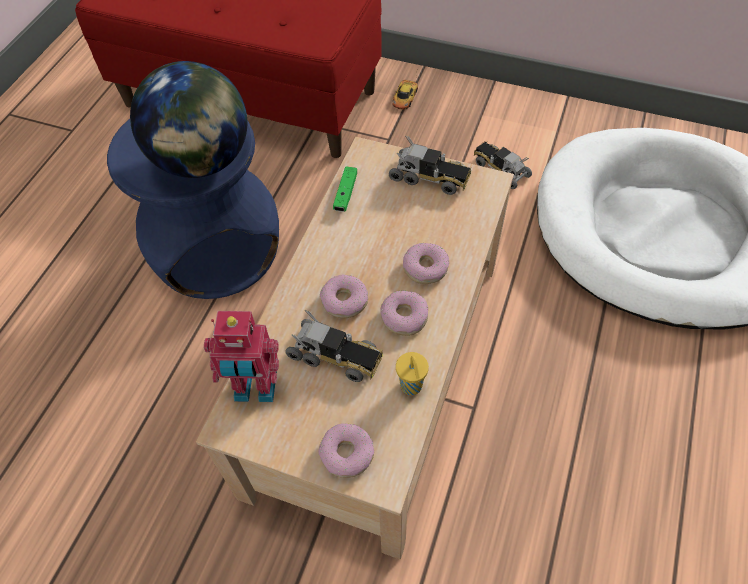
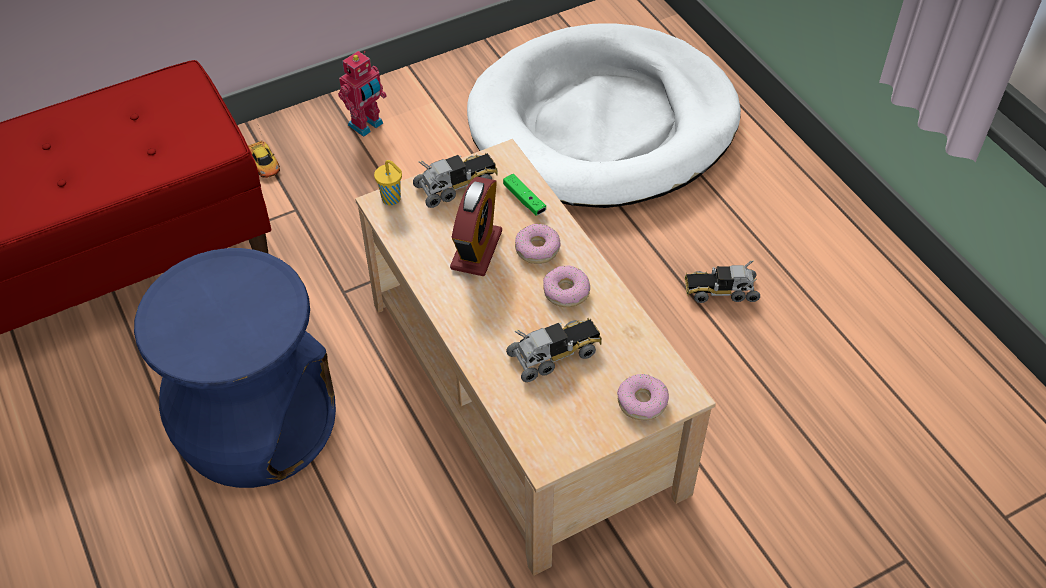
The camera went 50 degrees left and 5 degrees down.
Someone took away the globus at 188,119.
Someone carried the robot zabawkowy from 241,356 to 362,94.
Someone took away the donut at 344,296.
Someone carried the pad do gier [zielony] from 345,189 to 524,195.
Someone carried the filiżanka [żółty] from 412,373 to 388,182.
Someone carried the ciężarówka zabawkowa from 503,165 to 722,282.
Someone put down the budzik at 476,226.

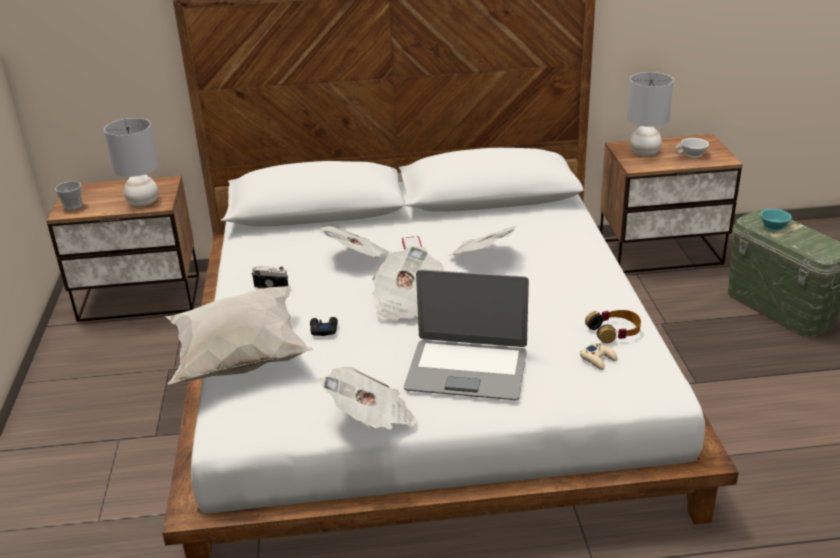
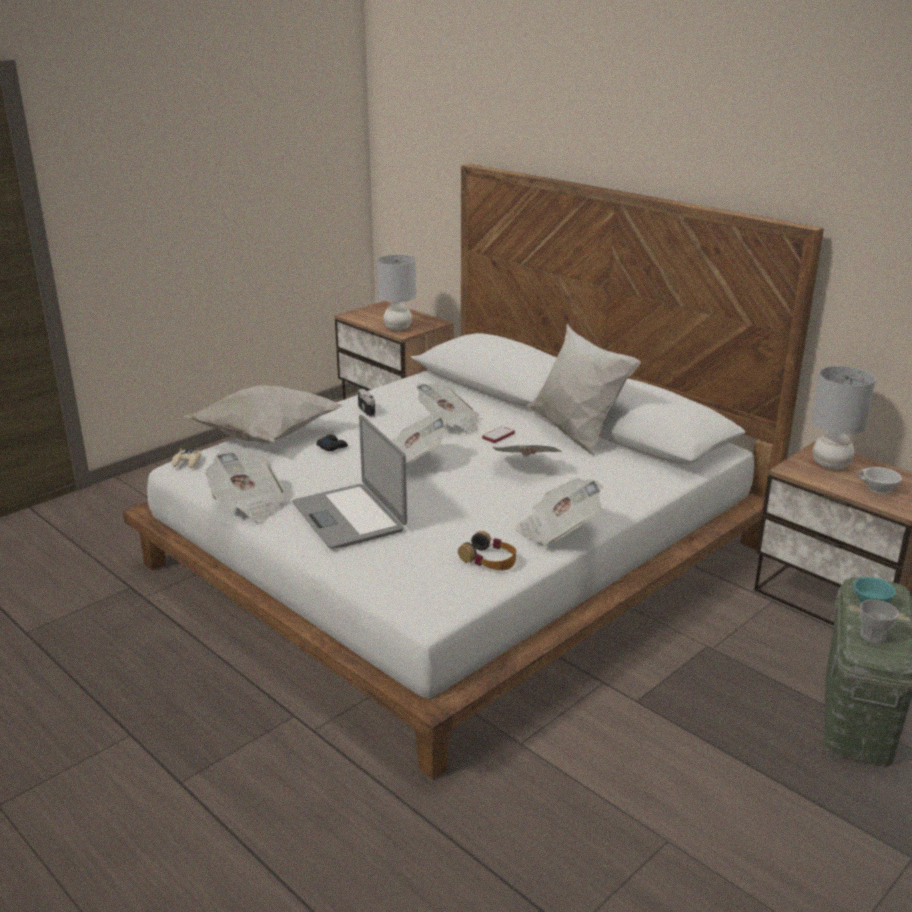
The camera went 50 degrees right and 5 degrees down.
Someone carried the filiżanka from 68,196 to 879,621.
Someone carried the pad do gier [beżowy] from 599,356 to 187,458.
Someone put down the gazeta at 559,511.
Someone put down the poduszka [biały] at 584,390.

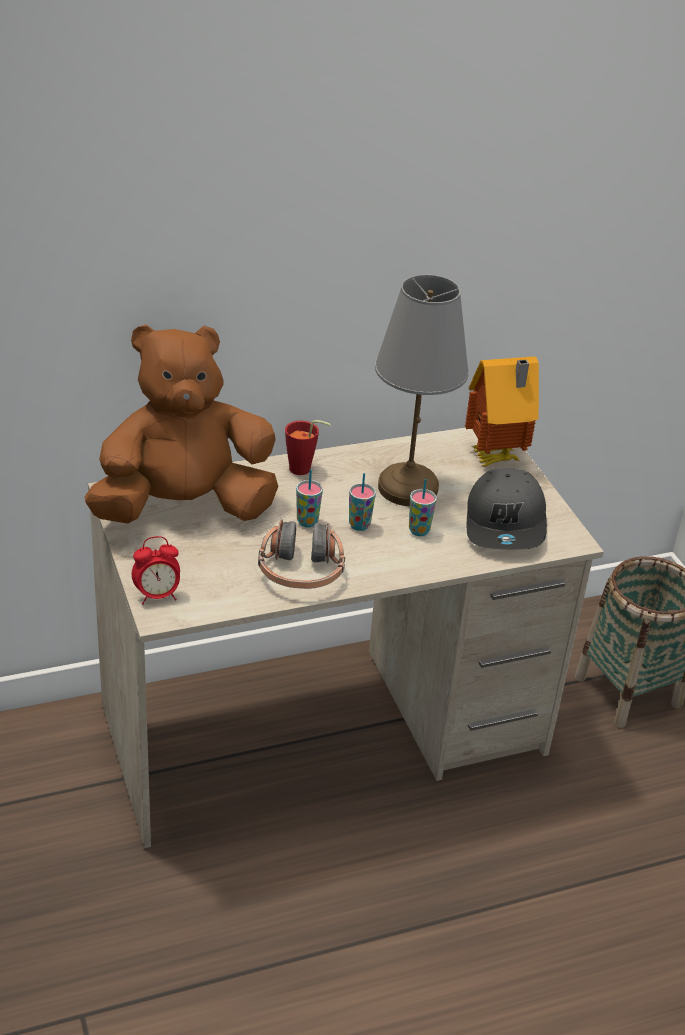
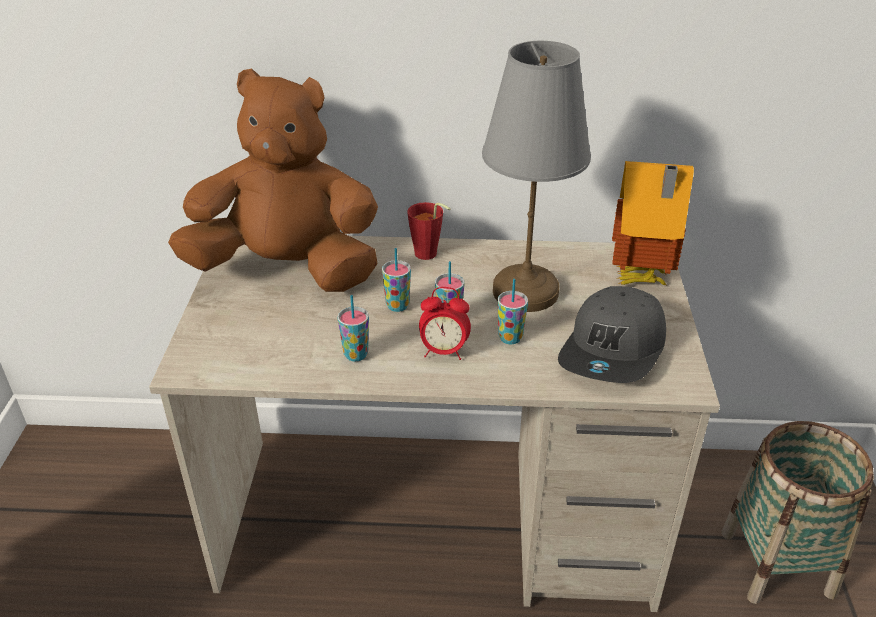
The camera went 25 degrees right and 0 degrees up.
Someone carried the budzik from 156,570 to 445,323.
Someone swapped the słuchawki at 301,554 for the filiżanka at 353,328.

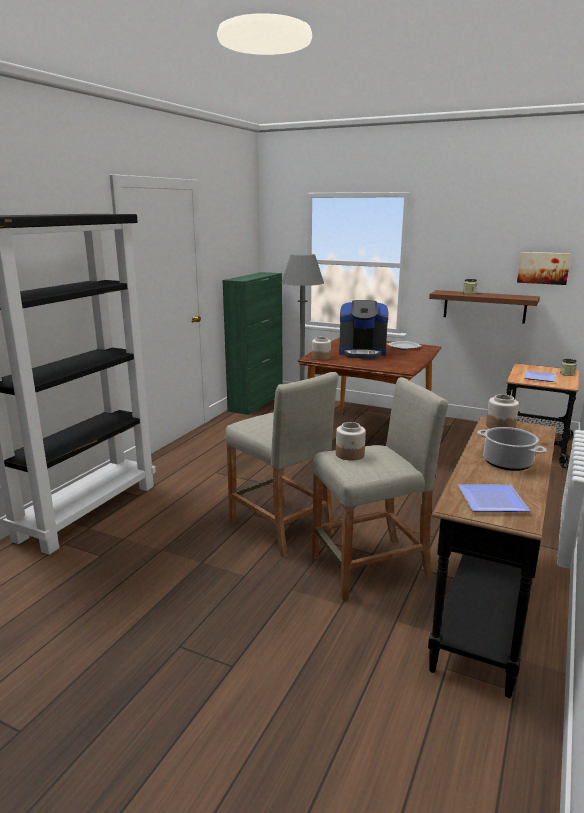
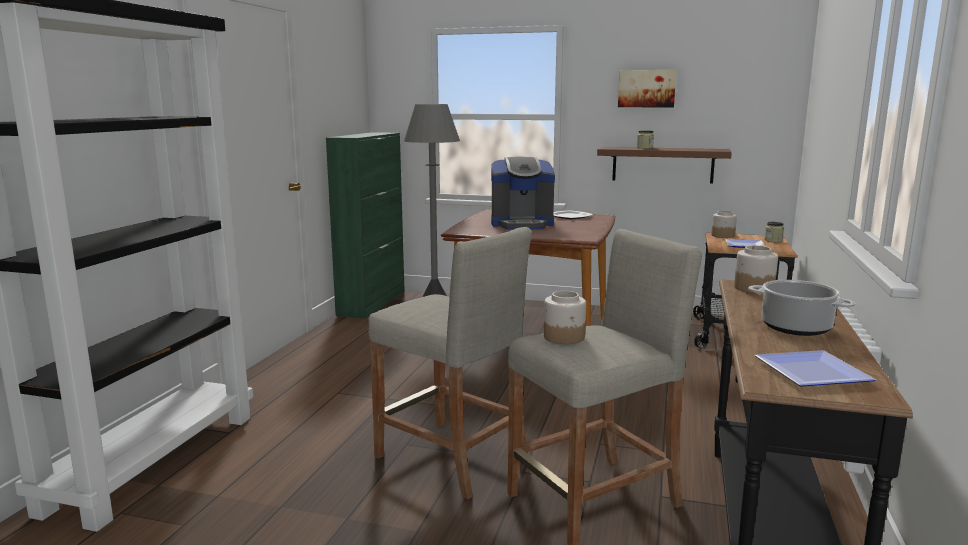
The camera went 10 degrees left and 5 degrees down.
Someone carried the słoik from 321,349 to 724,224.
Someone carried the obraz from 544,268 to 647,88.

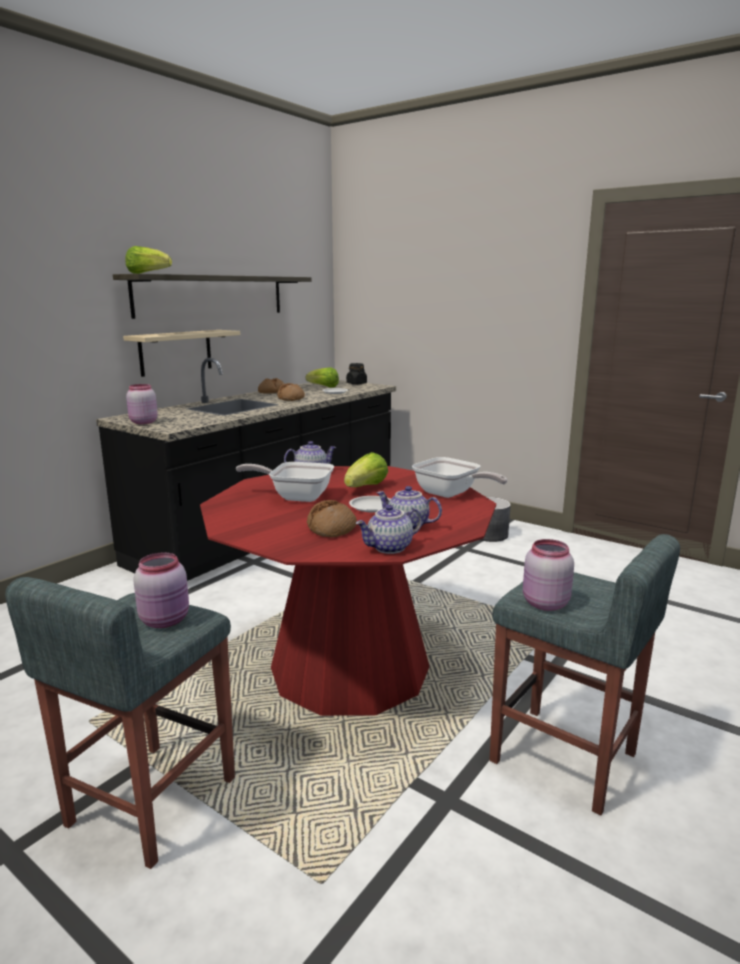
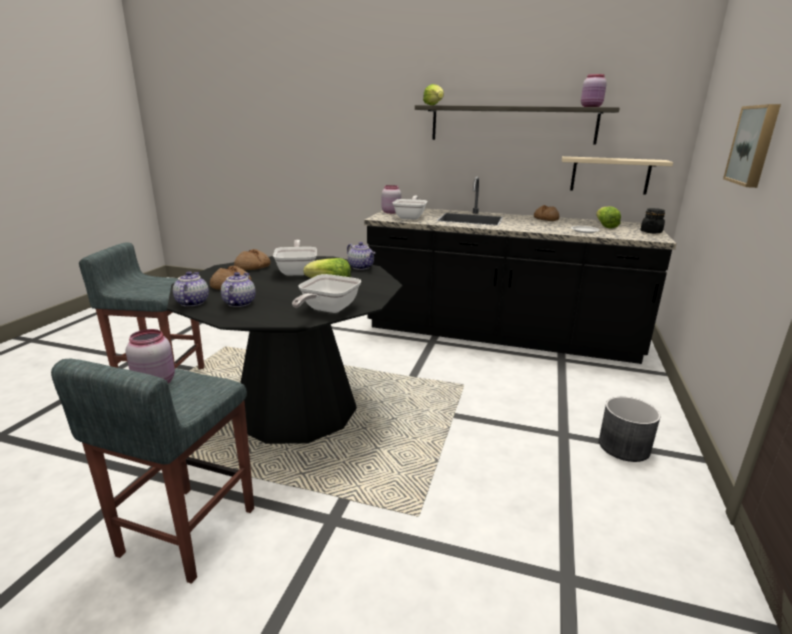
The camera went 70 degrees right and 5 degrees up.
Someone carried the półka [beżowy] from 181,353 to 617,175.
Someone carried the słoik [różowy] from 161,590 to 594,90.
Someone repainted the stół jadalny [czerwony] at 348,591, which became the stół jadalny [czarny] at 285,350.
Someone carried the chleb from 291,392 to 252,259.
Someone took away the talerz [biały] at 369,504.
Someone rotated the imbryk at 389,529 by 45 degrees clockwise.
Someone put down the patelnia at 410,208.
Someone put up the obraz at 752,146.

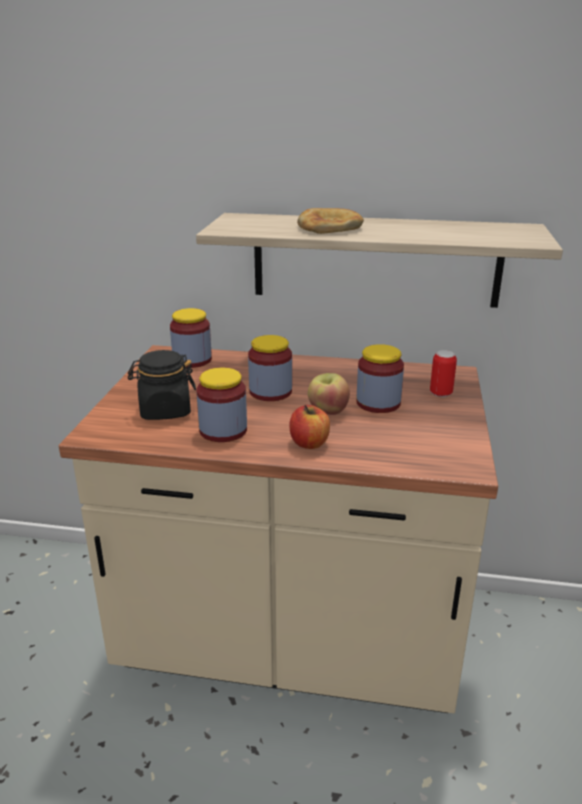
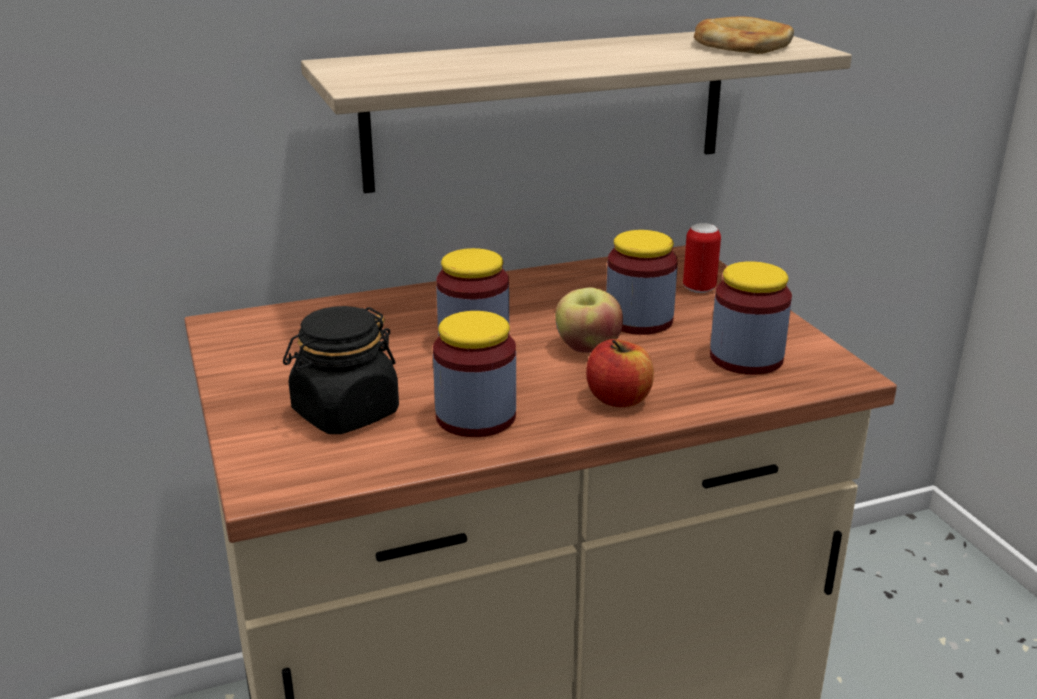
The camera went 30 degrees left and 0 degrees up.
Someone carried the słoik from 191,338 to 751,318.
Someone carried the chleb from 330,221 to 744,35.

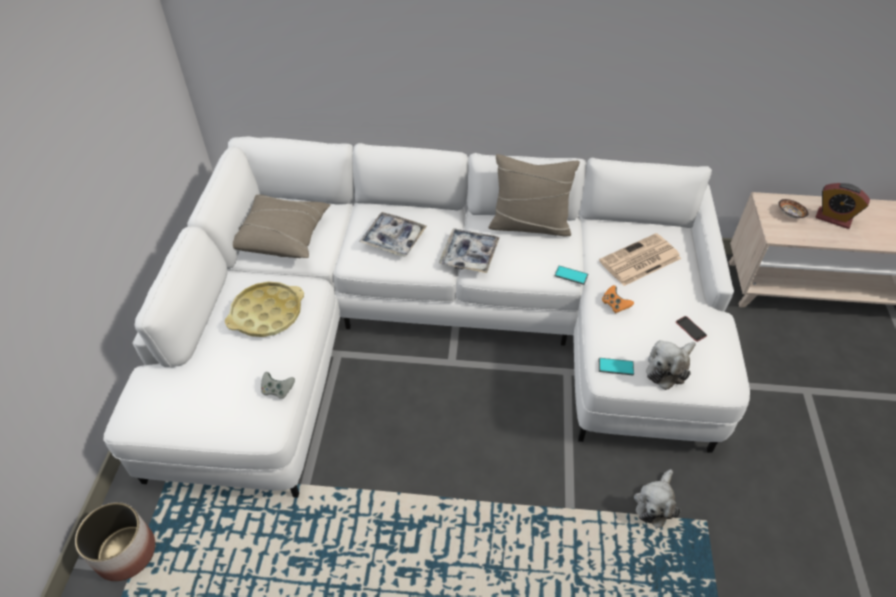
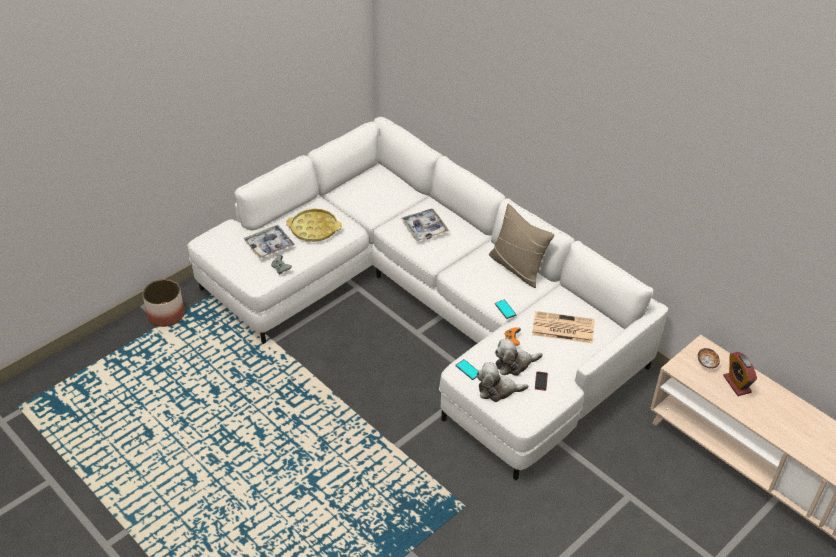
The camera went 40 degrees right and 5 degrees down.
Someone took away the poduszka [beżowy] at 281,226.
Someone carried the taca from 469,250 to 269,242.
Someone carried the pluszak from 657,498 to 519,357.

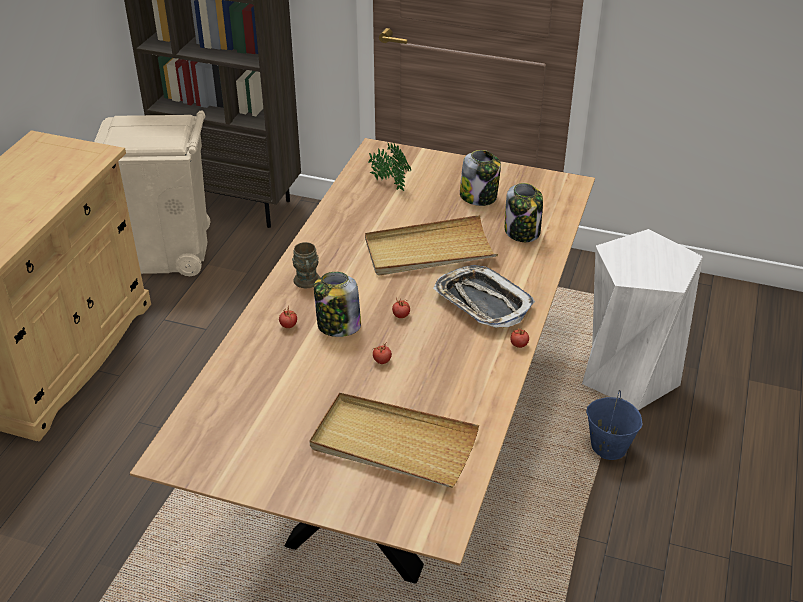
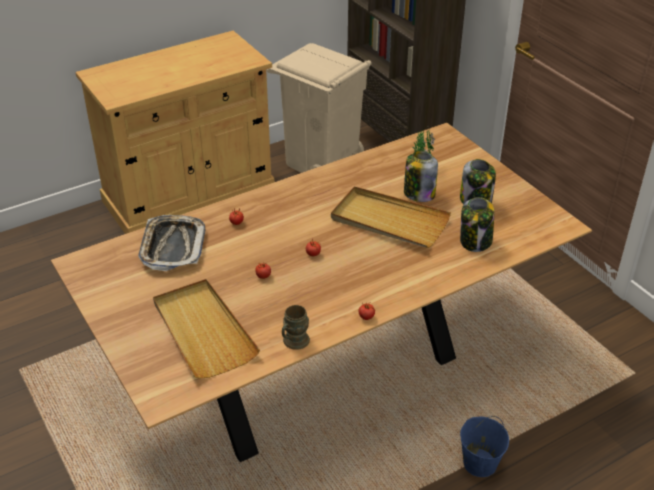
The camera went 40 degrees right and 0 degrees up.
Someone carried the kubek [brązowy] from 306,265 to 296,327.
Someone carried the słoik from 337,304 to 421,176.
Someone carried the taca from 484,296 to 171,243.
Someone took away the stołek [biały] at 642,319.

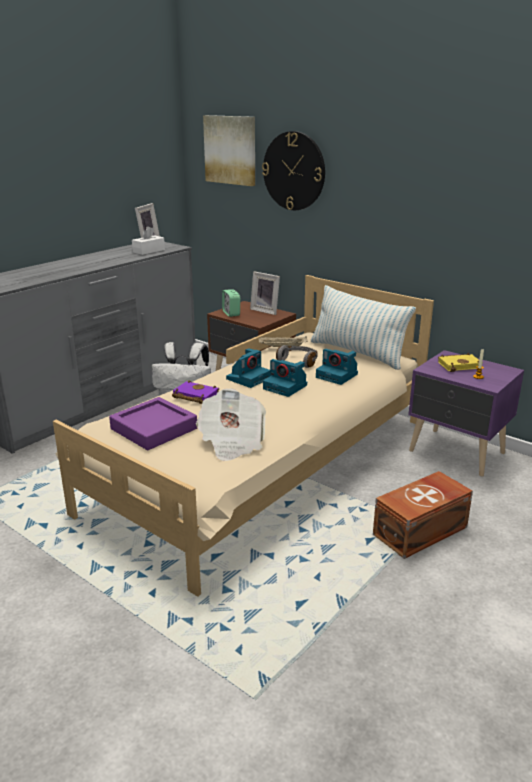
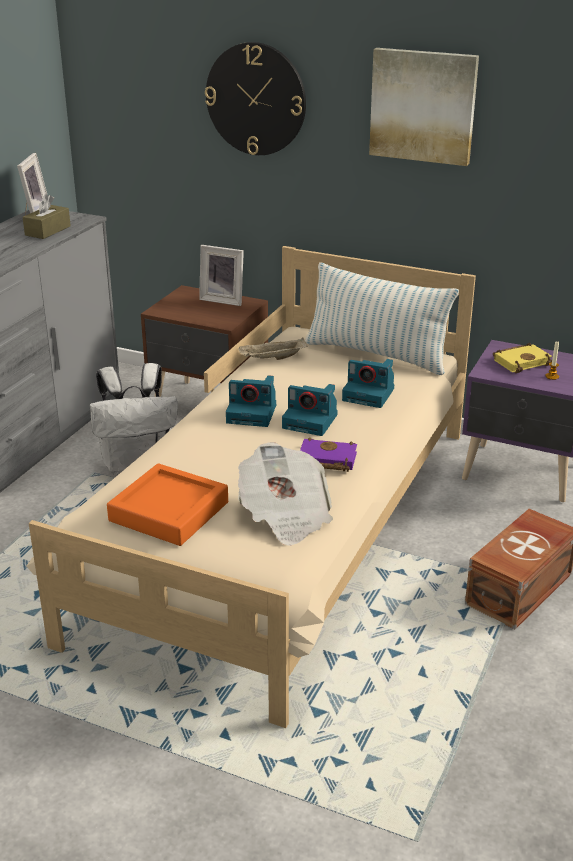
The camera went 15 degrees left and 5 degrees up.
Someone repainted the taca [fioletowy] at 153,423, which became the taca [pomarańczowy] at 167,504.
Someone repainted the pudełko chusteczek [biały] at 148,240, which became the pudełko chusteczek [brązowy] at 47,216.
Someone carried the książka [fioletowy] from 195,392 to 328,454.
Someone carried the obraz from 229,150 to 424,107.
Someone took away the budzik at 231,303.
Someone rotated the aparat fotograficzny at 248,368 by 75 degrees clockwise.
Someone took away the słuchawki [szary] at 296,356.

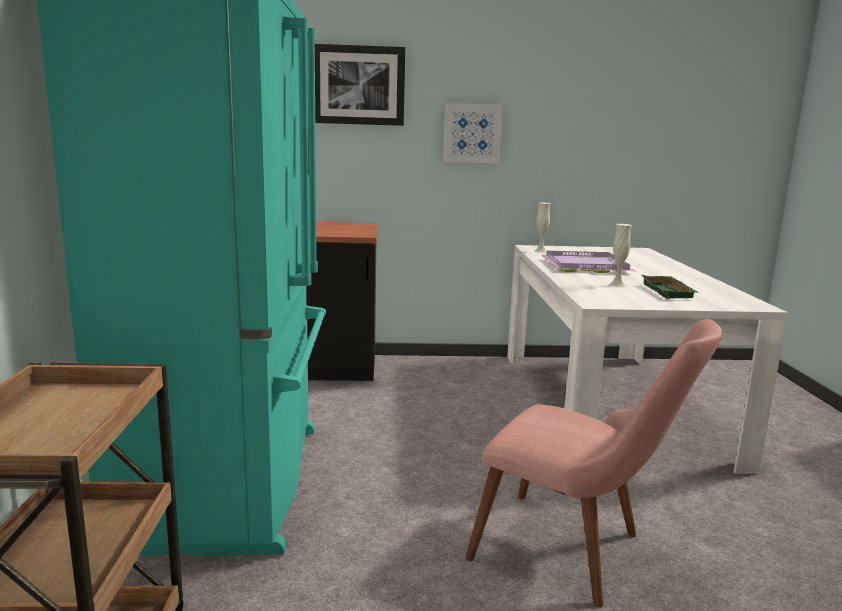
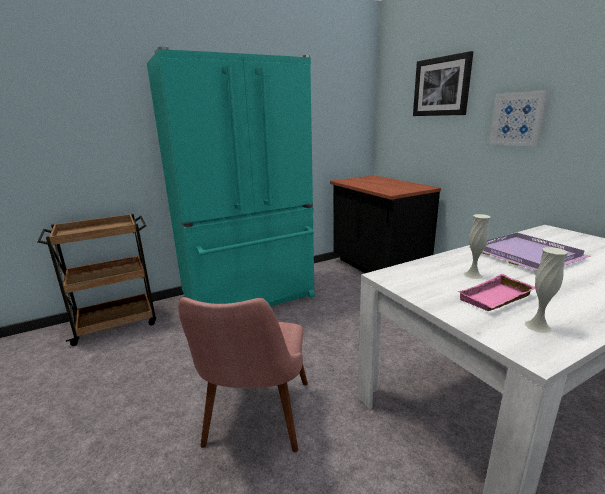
The camera went 65 degrees right and 5 degrees up.
Someone carried the wazon [biały] from 542,228 to 546,290.
Someone repainted the taca [zielony] at 670,287, which became the taca [różowy] at 496,292.

